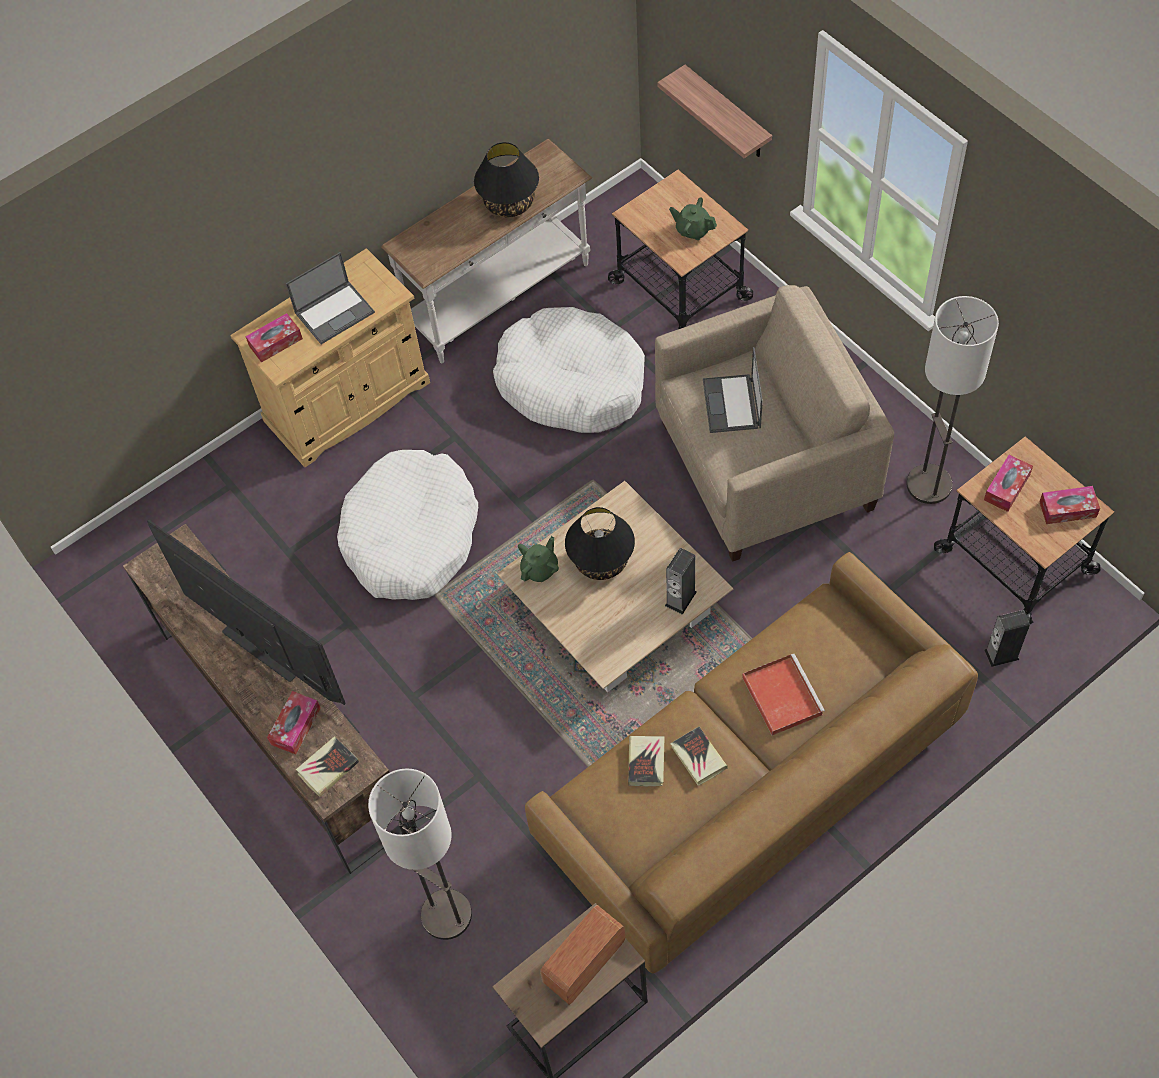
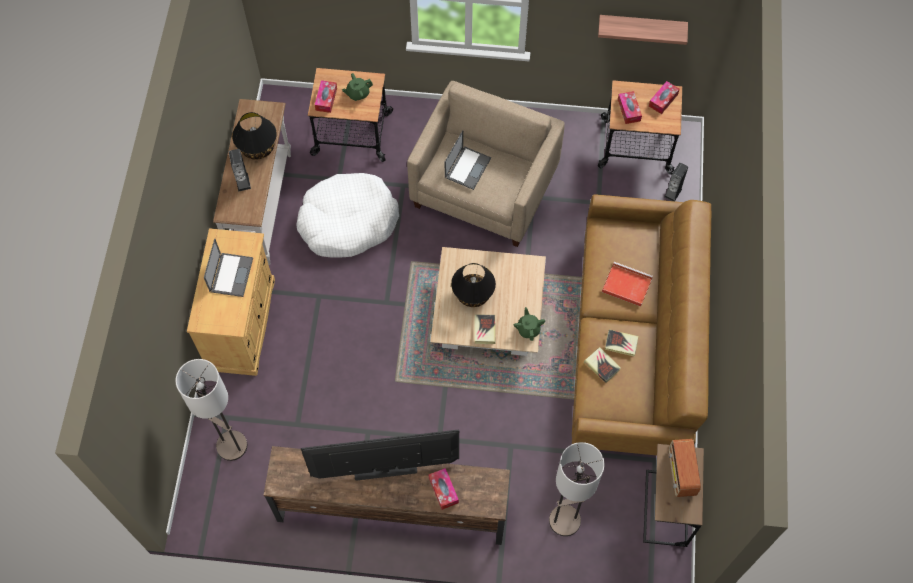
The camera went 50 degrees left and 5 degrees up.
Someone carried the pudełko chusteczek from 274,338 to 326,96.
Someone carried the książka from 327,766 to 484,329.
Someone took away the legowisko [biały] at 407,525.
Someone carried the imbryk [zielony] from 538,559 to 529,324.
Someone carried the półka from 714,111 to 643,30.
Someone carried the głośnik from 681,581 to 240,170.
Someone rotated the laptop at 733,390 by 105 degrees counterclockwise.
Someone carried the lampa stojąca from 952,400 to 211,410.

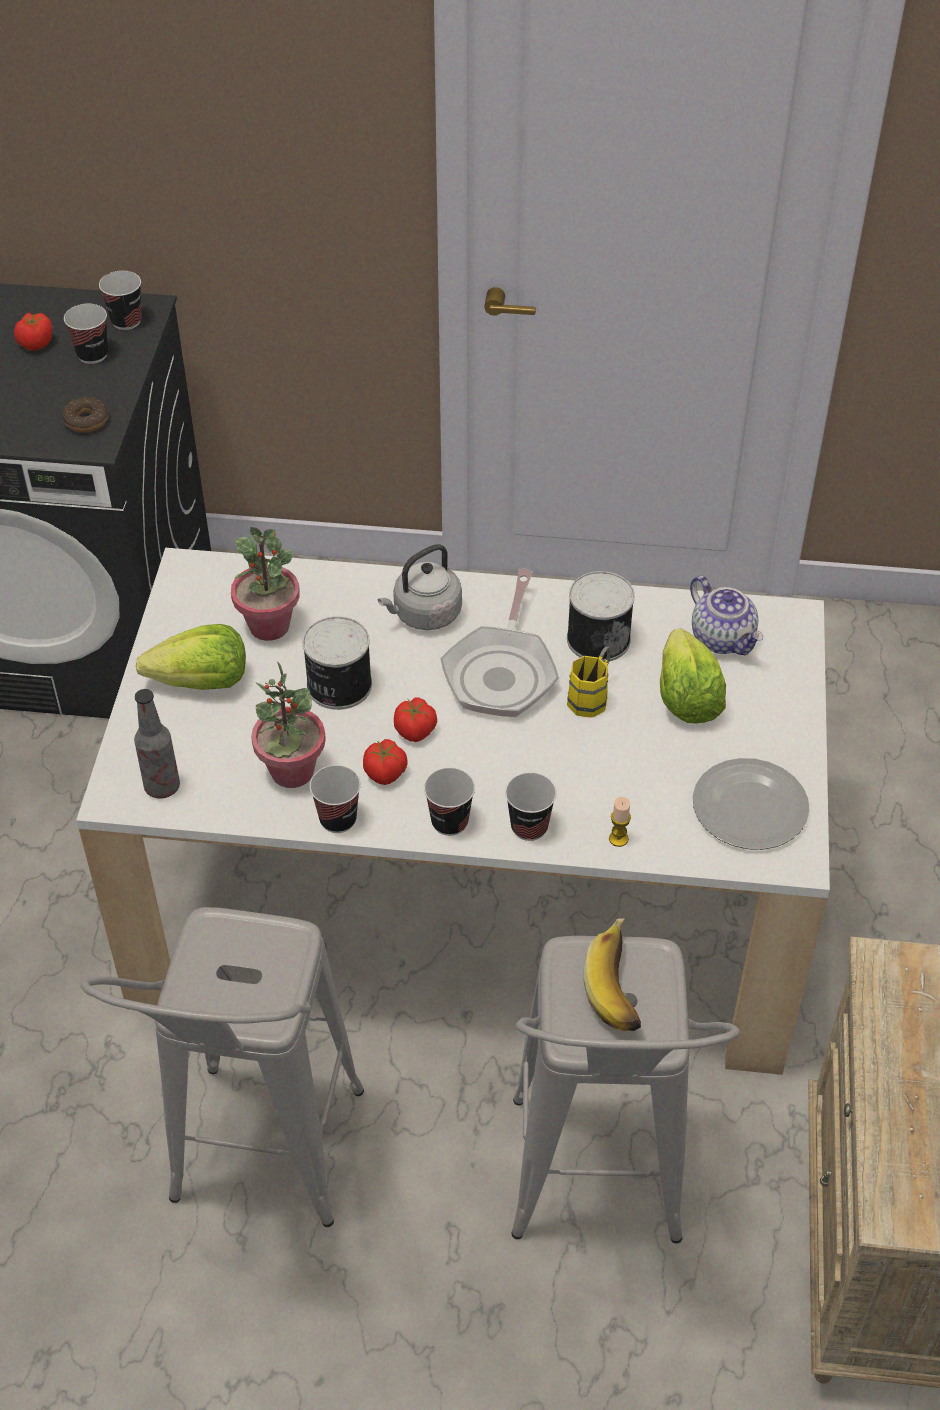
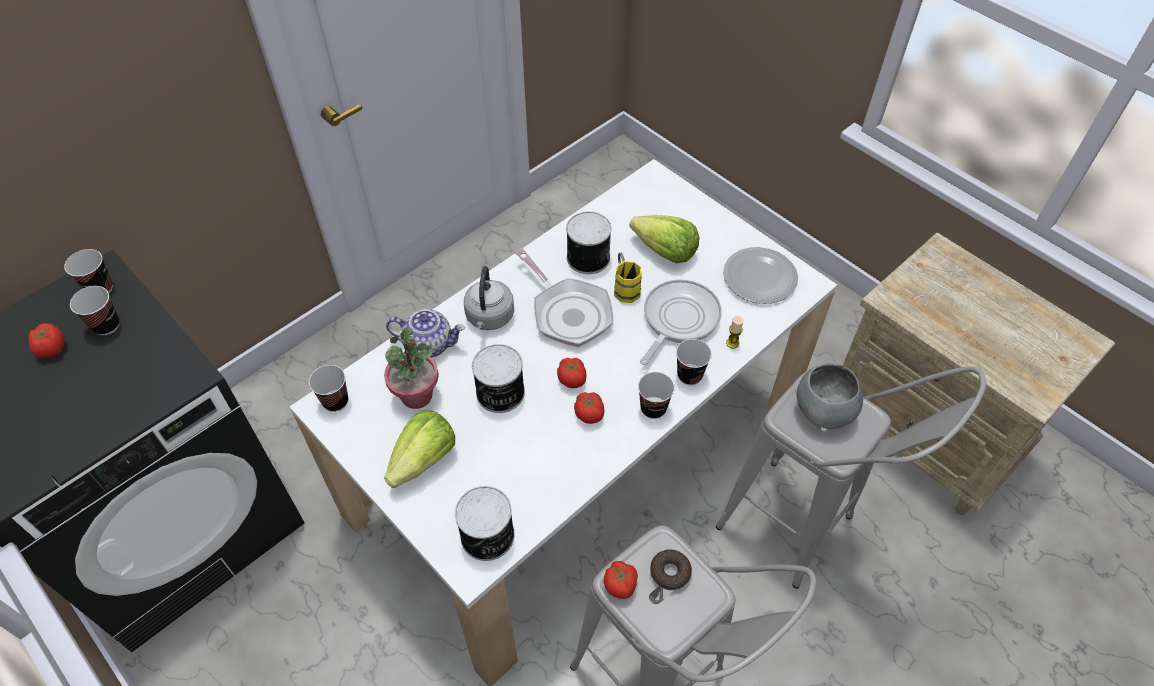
The camera went 50 degrees left and 5 degrees up.
Someone carried the donut from 85,415 to 671,569.
Someone swapped the butelka at 157,744 for the puszka at 485,523.
Someone took away the roślina doniczkowa at 288,725.
Someone carried the filiżanka from 335,799 to 328,388.
Someone swapped the banan at 612,974 for the miska [szary] at 830,396.
Someone carried the imbryk from 726,615 to 425,333.
Someone put down the pomidor at 620,580.
Someone put down the patelnia at 681,322.

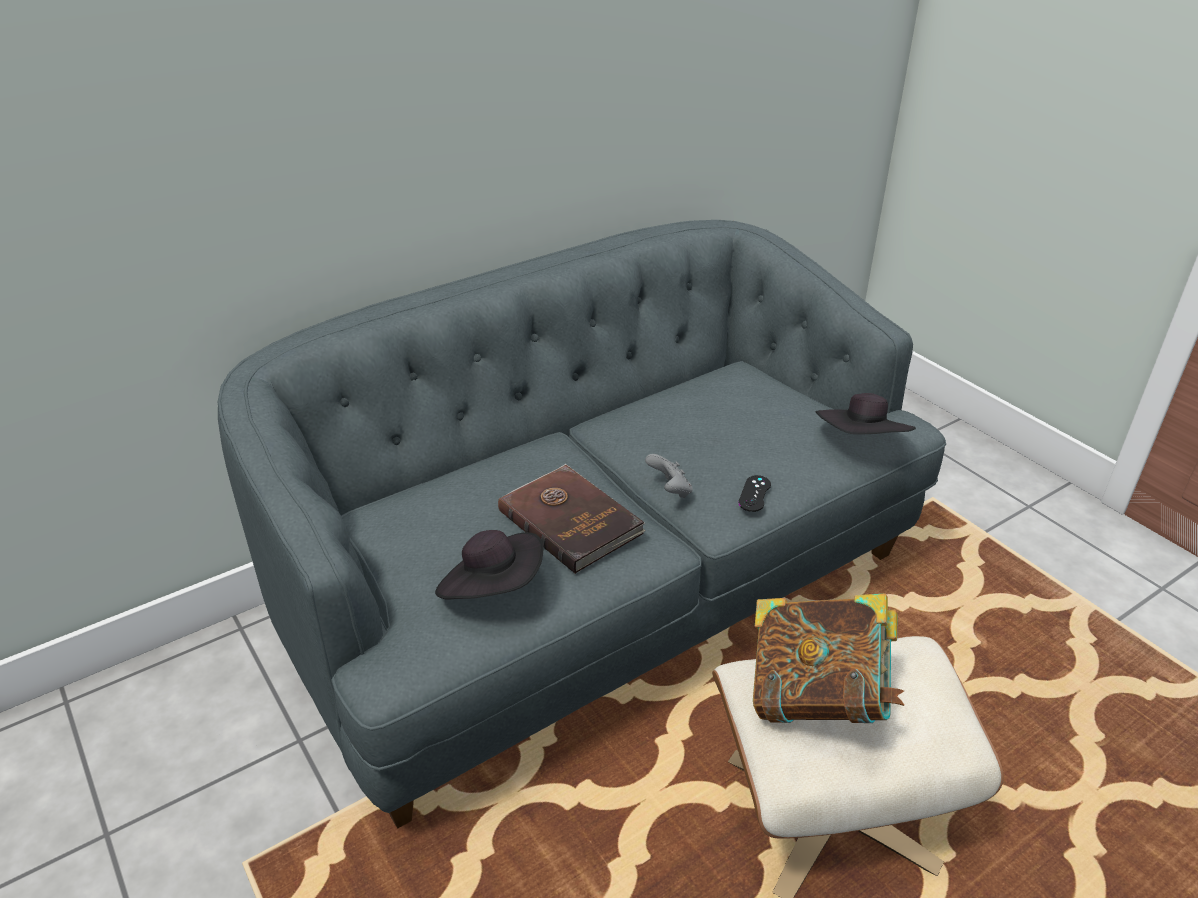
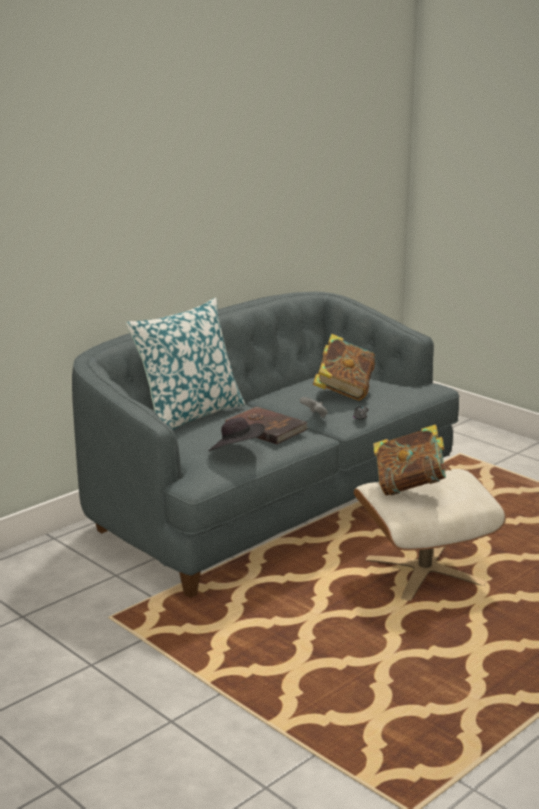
The camera went 10 degrees left and 15 degrees down.
Someone took away the kapelusz [czarny] at 866,414.
Someone put down the poduszka at 185,364.
Someone put down the książka at 344,367.

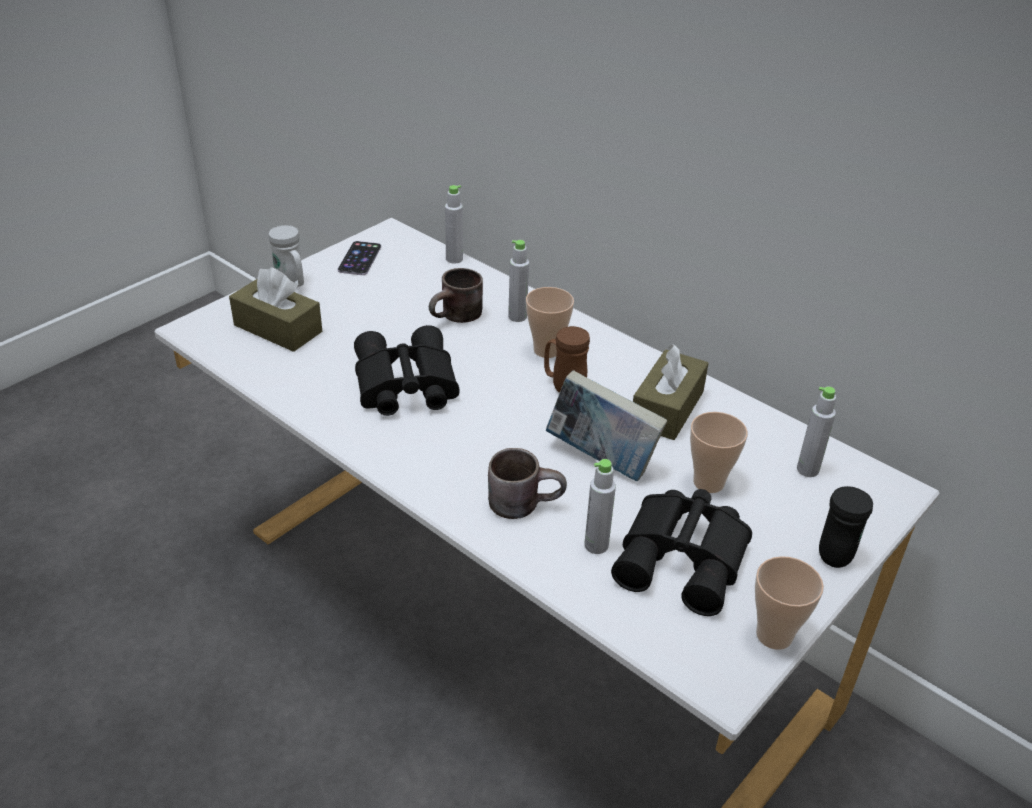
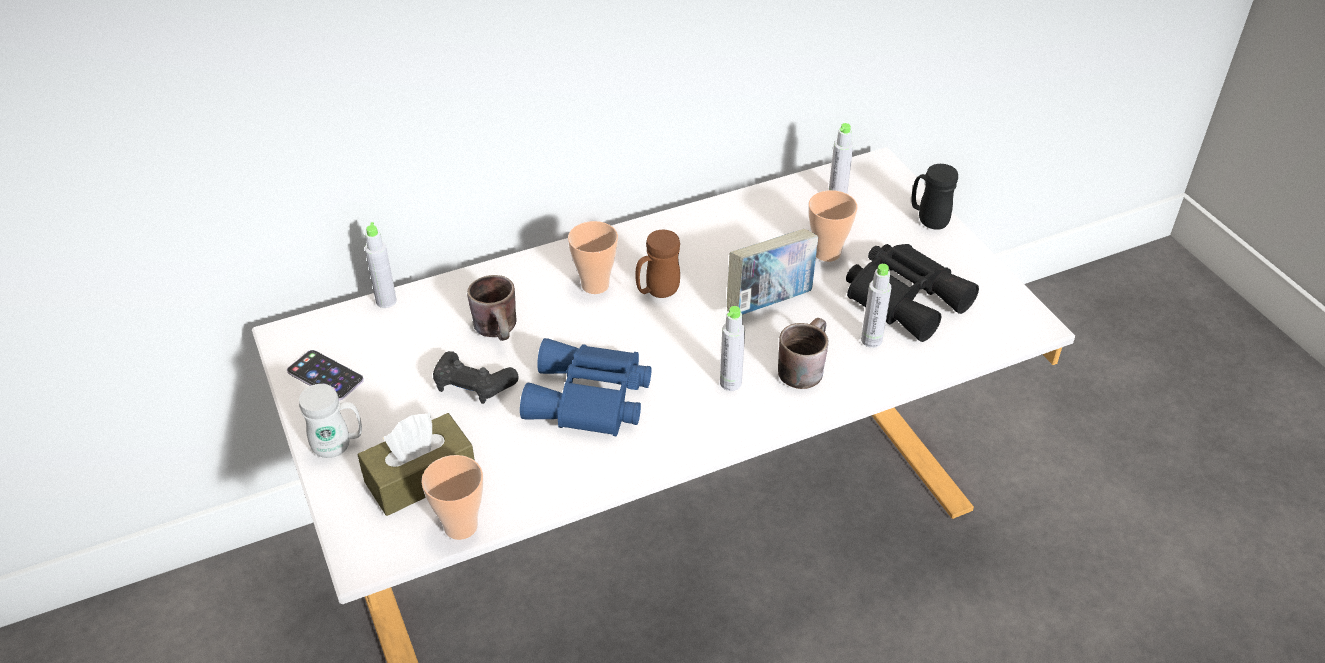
The camera went 65 degrees left and 5 degrees up.
Someone repainted the lornetka [czarny] at 406,370, which became the lornetka [niebieski] at 585,387.
Someone carried the butelka [szary] from 518,281 to 732,348.
Someone took away the pudełko chusteczek [brązowy] at 671,392.
Someone carried the filiżanka from 789,603 to 452,497.
Someone put down the pad do gier [czarny] at 475,377.

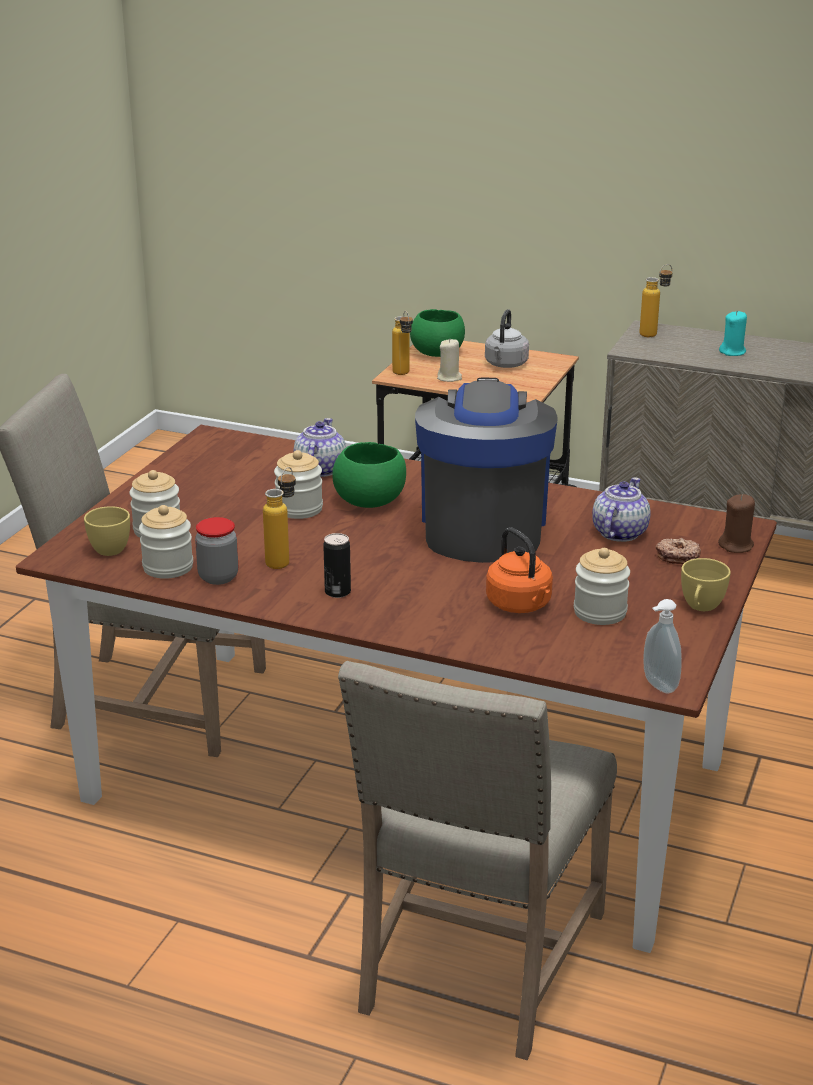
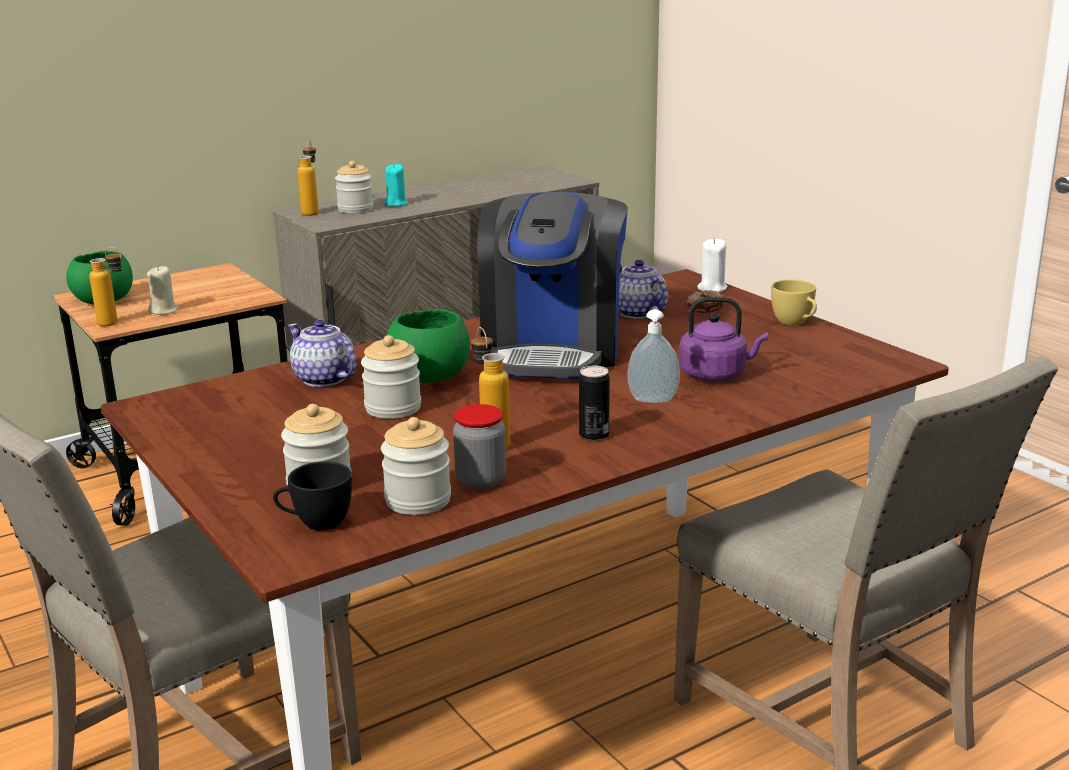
The camera went 55 degrees left and 5 degrees down.
Someone repainted the filiżanka [żółty] at 107,531, which became the filiżanka [czarny] at 312,496.
Someone rotated the ekspres do kawy at 486,470 by 120 degrees counterclockwise.
Someone took away the czajnik [szary] at 507,338.
Someone repainted the czajnik [pomarańczowy] at 519,570, which became the czajnik [fioletowy] at 723,338.
Someone carried the słoik from 602,586 to 354,187.
Someone carried the dozownik mydła from 662,646 to 654,356.
Someone repainted the świeca [brązowy] at 736,523, which became the świeca [biały] at 712,265.

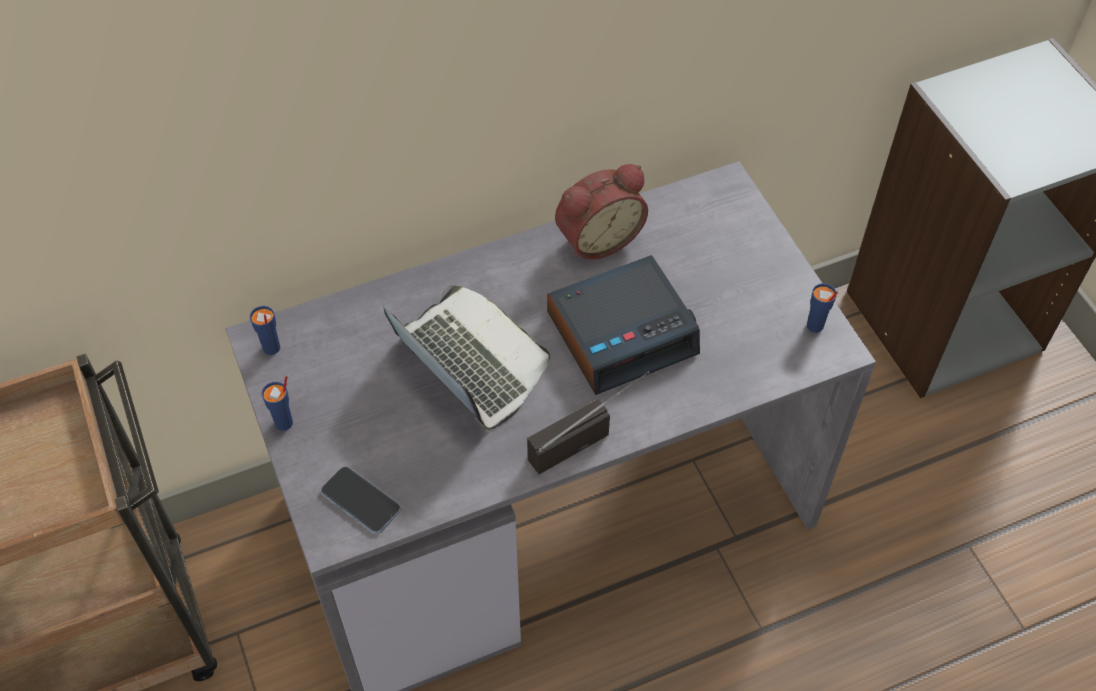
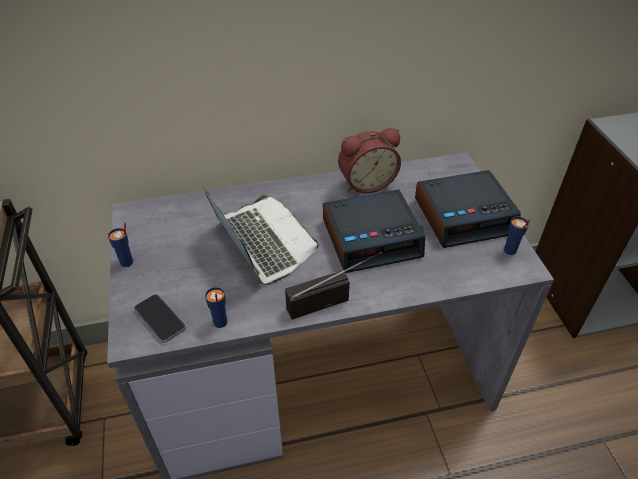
The camera went 10 degrees right and 10 degrees down.
Someone carried the filiżanka [niebieski] from 265,330 to 216,307.
Someone put down the budzik at 468,209.

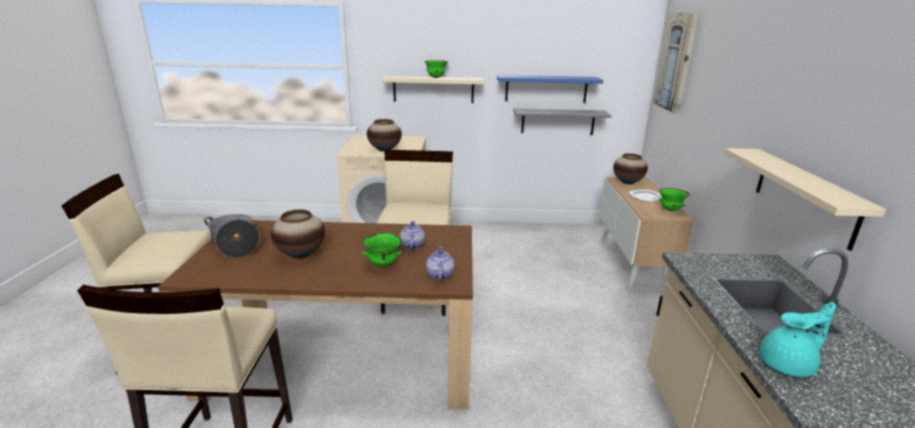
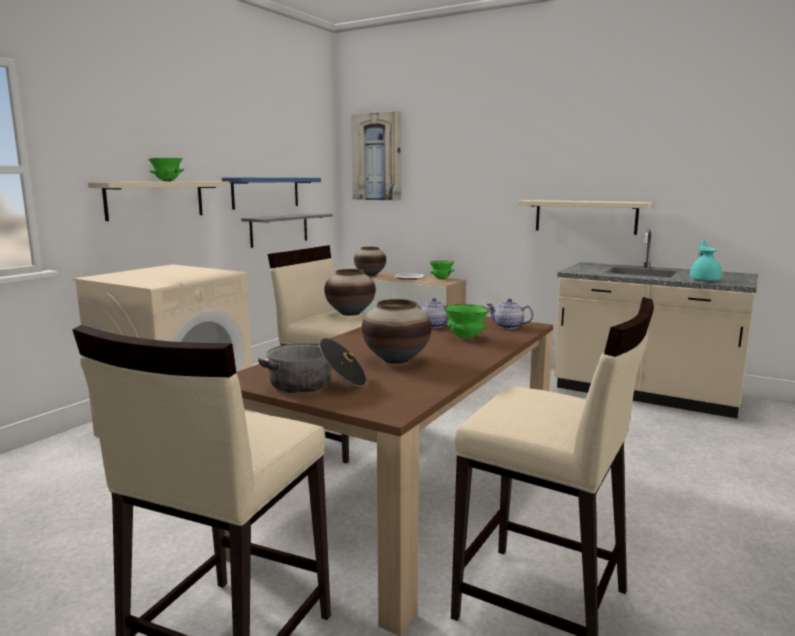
The camera went 60 degrees left and 10 degrees down.
Someone carried the wazon from 384,135 to 350,292.

